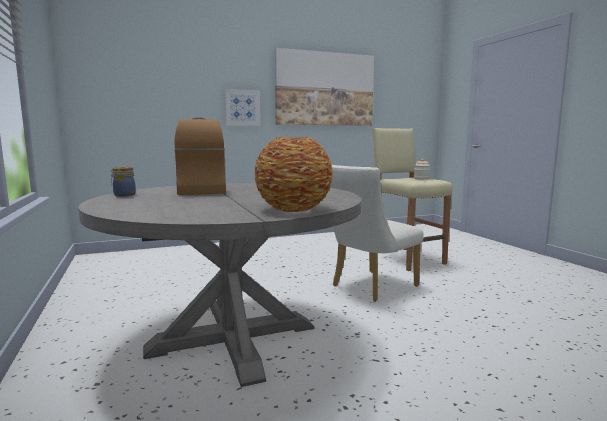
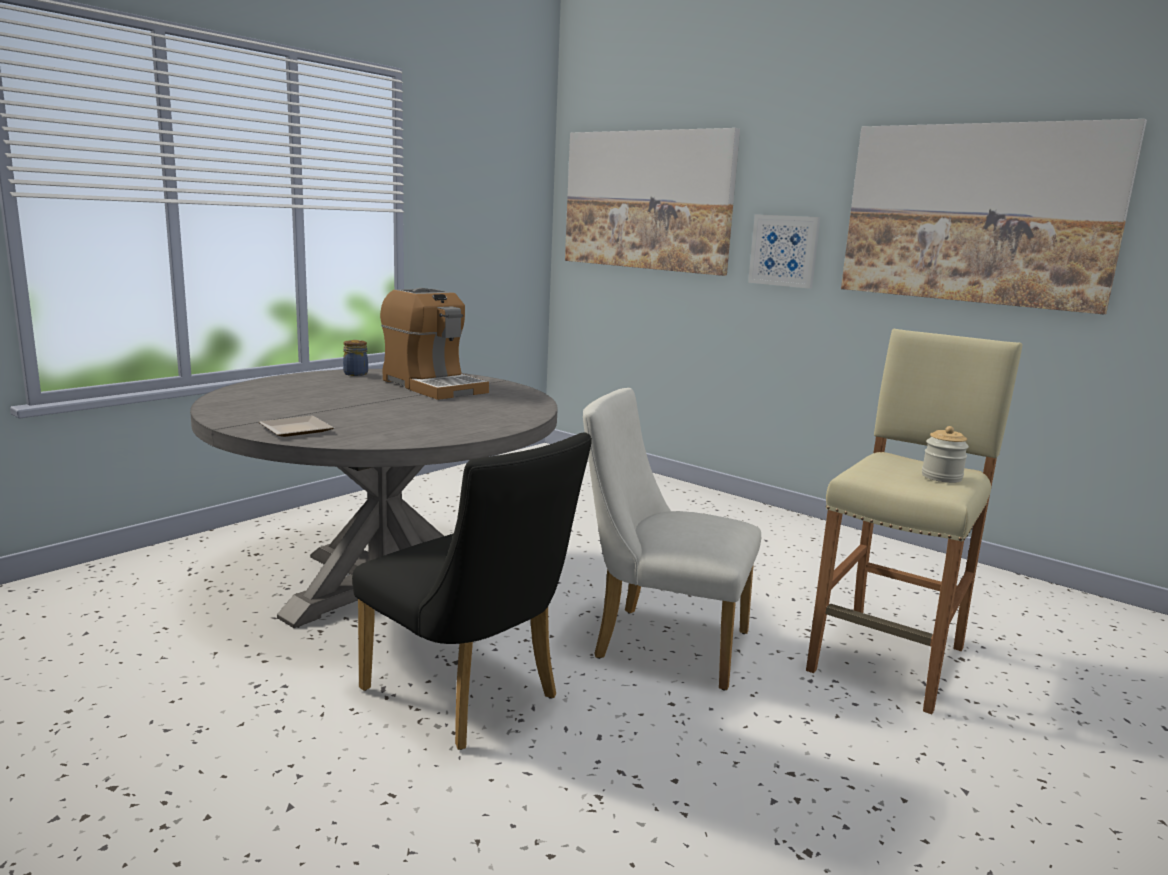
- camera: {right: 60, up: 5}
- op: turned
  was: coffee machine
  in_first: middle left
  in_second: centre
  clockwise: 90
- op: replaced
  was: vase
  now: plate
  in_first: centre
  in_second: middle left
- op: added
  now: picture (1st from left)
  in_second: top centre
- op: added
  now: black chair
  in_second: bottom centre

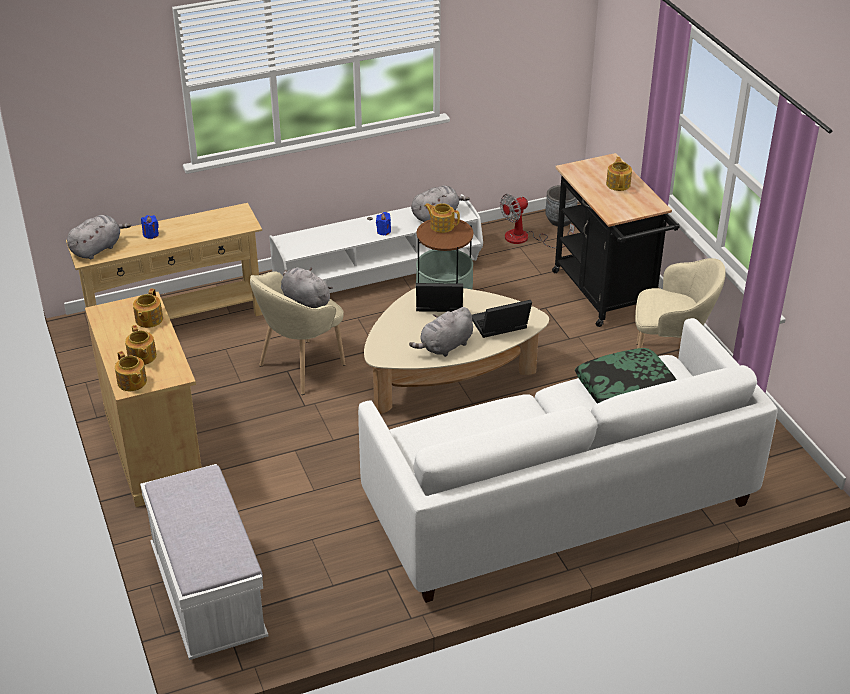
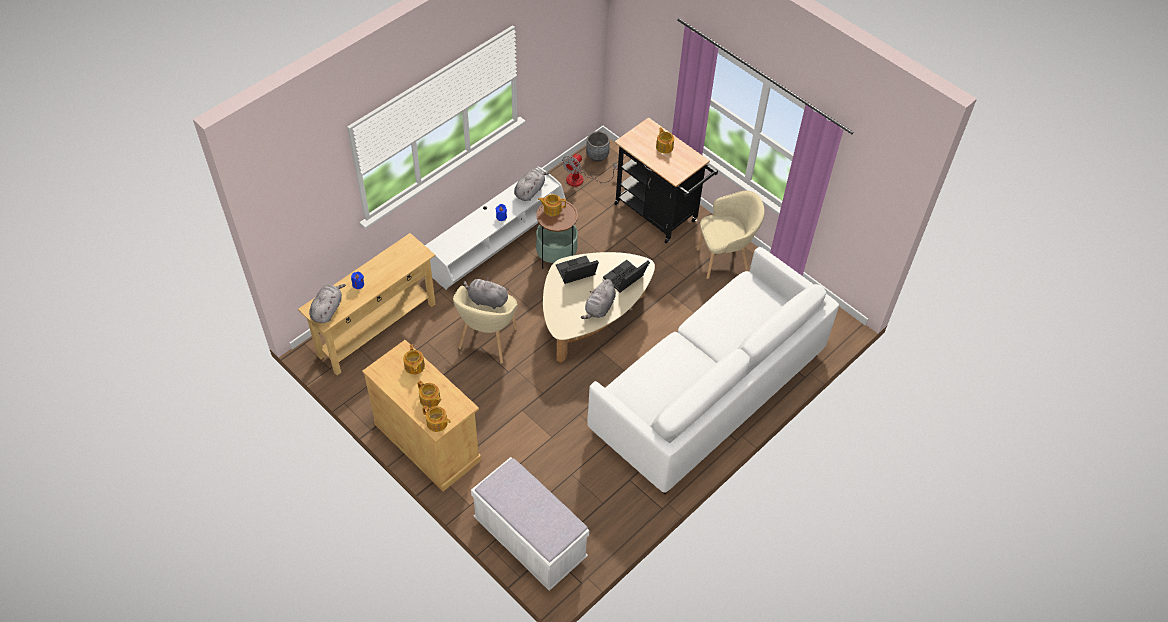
- camera: {right: -25, up: 15}
- op: removed
  was: pillow
  in_first: middle right

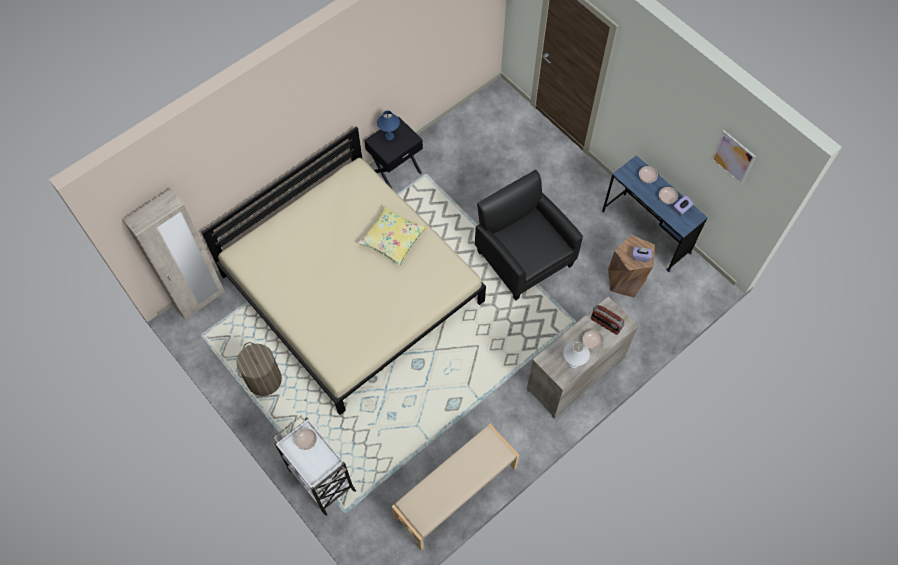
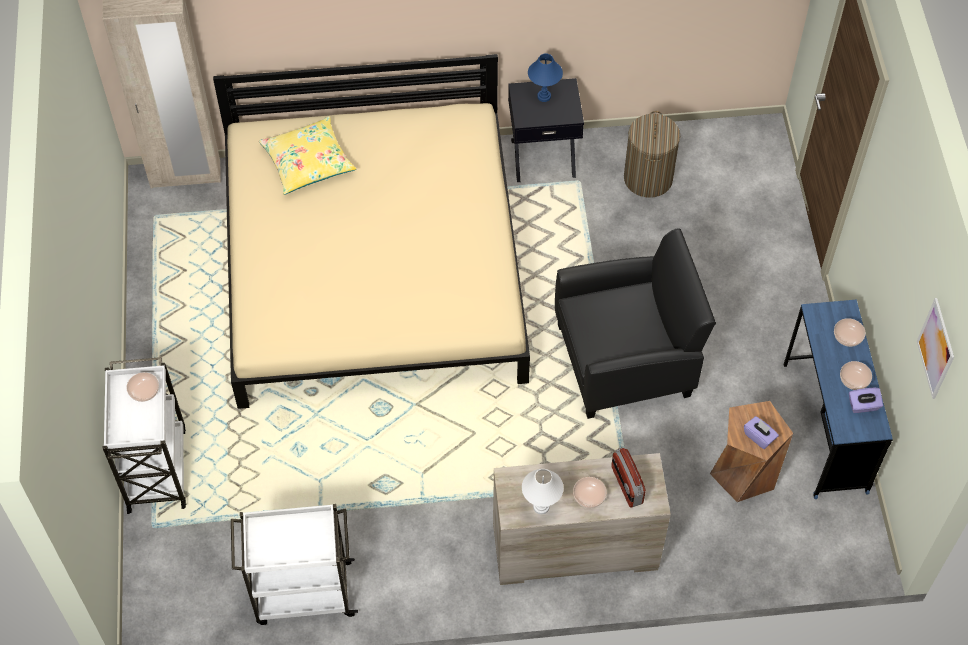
- camera: {right: 35, up: -5}
- op: turned
  was: black armchair
  in_first: centre
  in_second: centre
  clockwise: 75
- op: moved
  was: yellow pillow
  in_first: centre
  in_second: top left
- op: moved
  was: laundry basket
  in_first: middle left
  in_second: top right
- op: replaced
  was: beige bench
  now: white cart (2nd from left)
  in_first: bottom centre
  in_second: bottom left

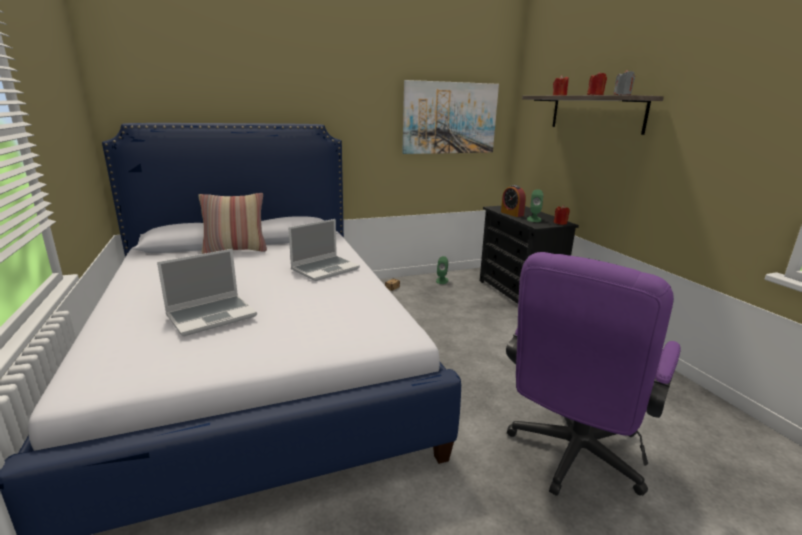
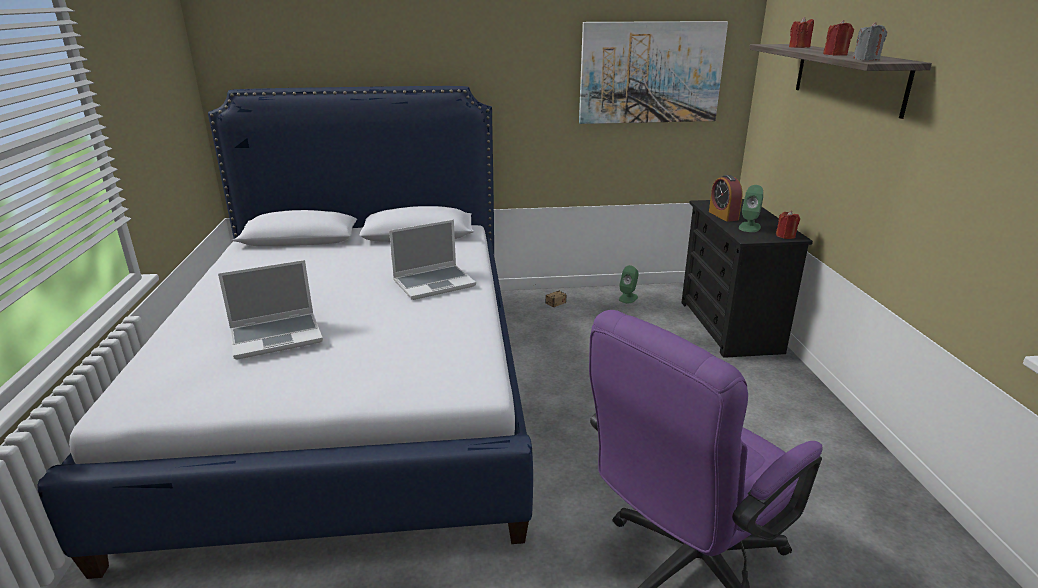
- camera: {right: 15, up: 5}
- op: removed
  was: pillow
  in_first: middle left

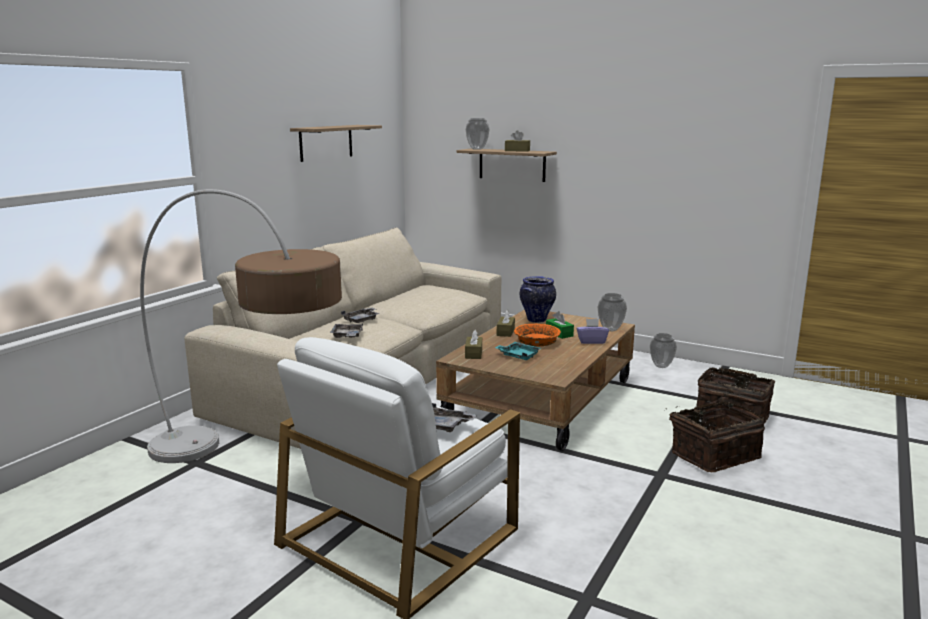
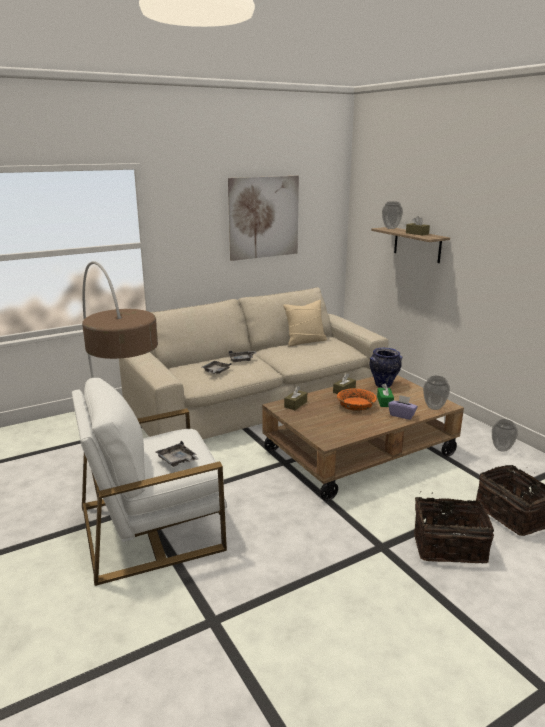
- camera: {right: 30, up: 5}
- op: replaced
  was: shelf (1st from left)
  now: picture
  in_first: top centre
  in_second: top centre
- op: removed
  was: turquoise tray
  in_first: centre
- op: added
  now: beige pillow
  in_second: centre

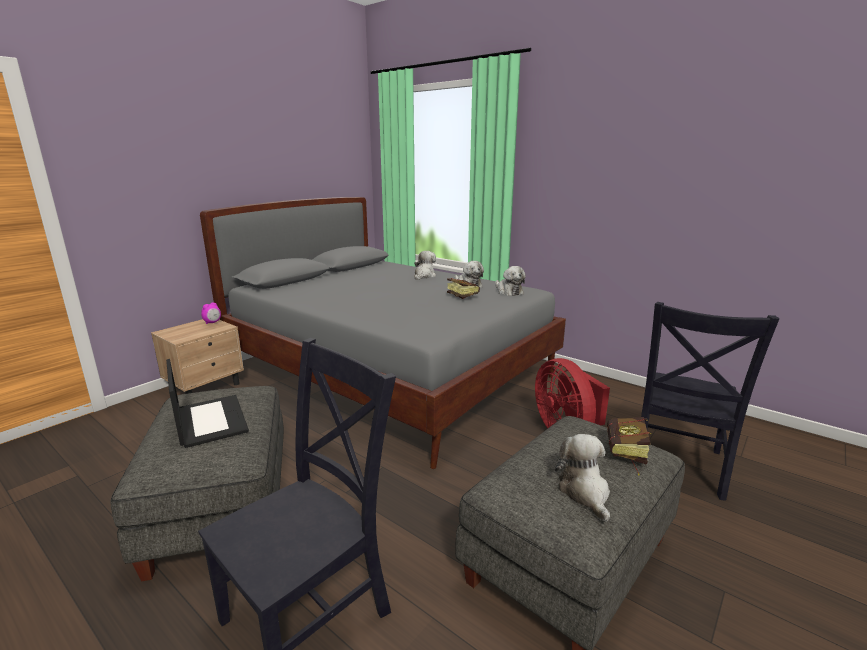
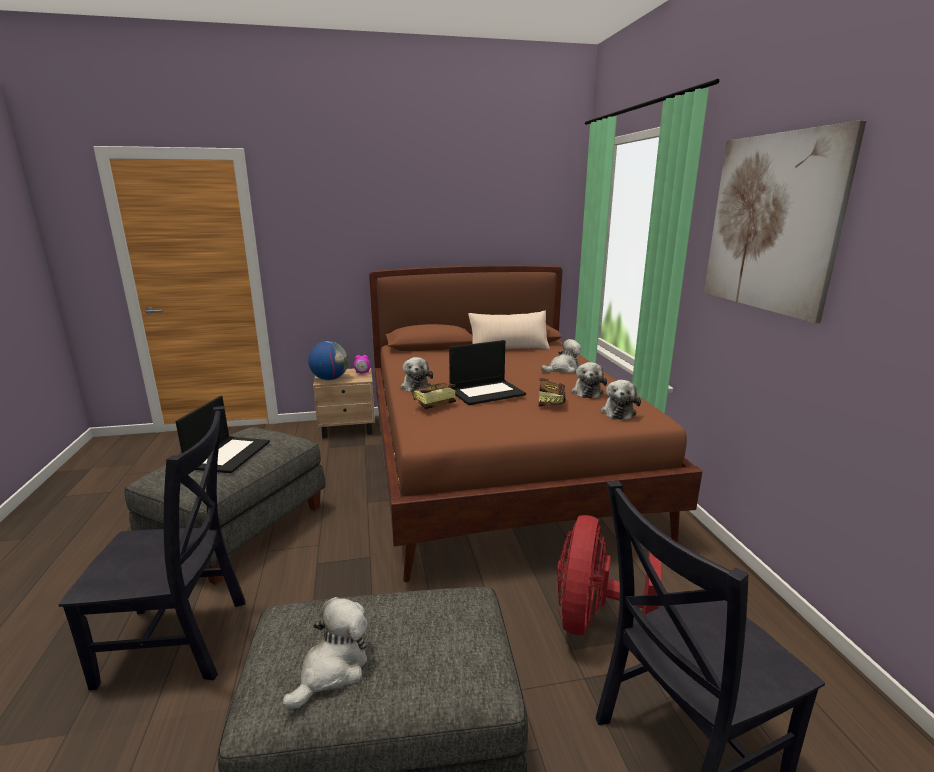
- camera: {right: 40, up: 0}
- op: recoloured
  was: grey bed
  now: brown bed
  in_first: centre
  in_second: centre
- op: moved
  was: book (2nd from left in the first image)
  now: book (1st from left)
  in_first: bottom right
  in_second: centre
- op: added
  now: picture
  in_second: top right
- op: added
  now: beige pillow
  in_second: centre
- op: added
  now: laptop (2nd from left)
  in_second: centre
- op: added
  now: globe
  in_second: centre
- op: added
  now: plush toy (2nd from left)
  in_second: centre

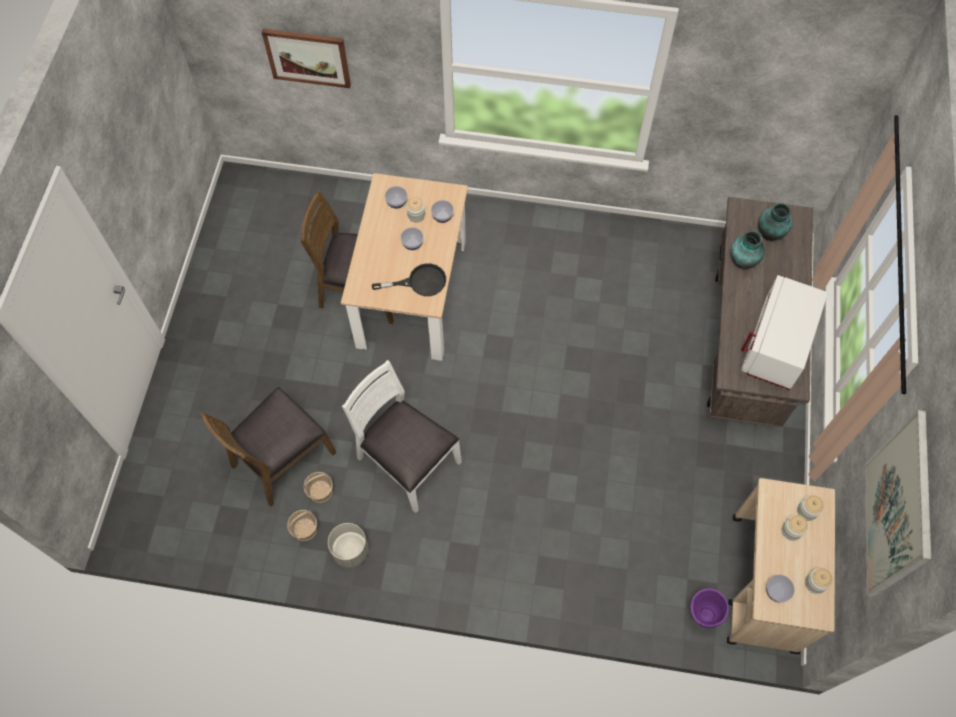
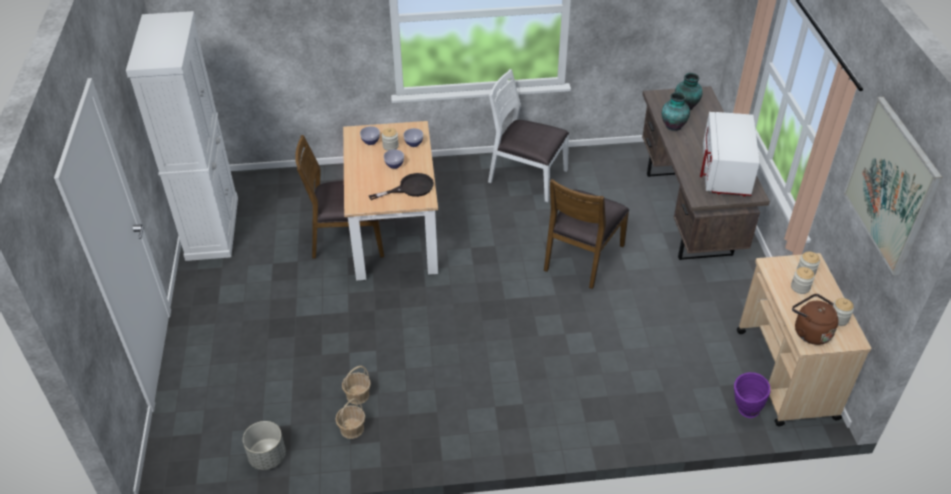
- camera: {right: -15, up: -20}
- op: removed
  was: picture (1st from left)
  in_first: top left
- op: moved
  was: white chair
  in_first: centre
  in_second: top centre
- op: moved
  was: brown chair (1st from left in the first image)
  now: brown chair (2nd from left)
  in_first: middle left
  in_second: centre
- op: moved
  was: grey planter
  in_first: bottom centre
  in_second: bottom left
- op: replaced
  was: bowl (4th from left)
  now: brown kettle
  in_first: bottom right
  in_second: middle right
- op: added
  now: white cabinet
  in_second: top left

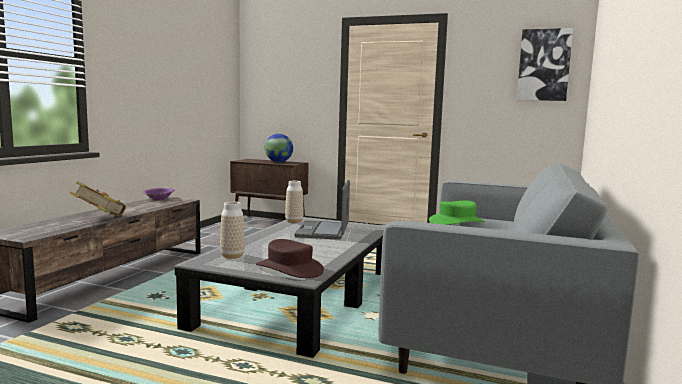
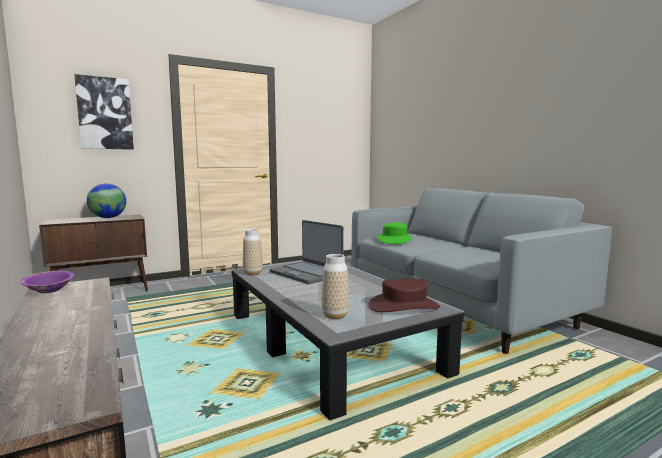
- camera: {right: -50, up: 0}
- op: moved
  was: picture
  in_first: top right
  in_second: top left
- op: removed
  was: book
  in_first: middle left

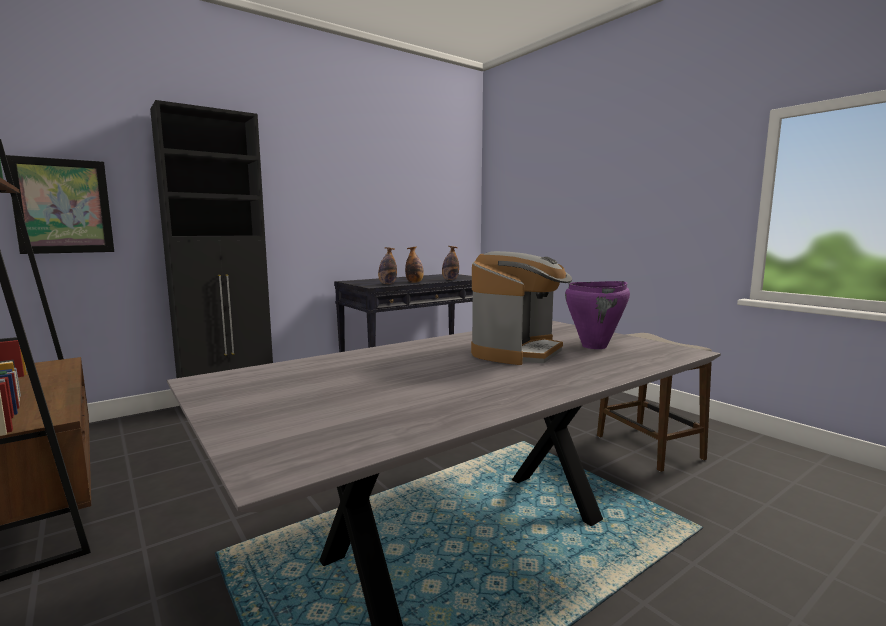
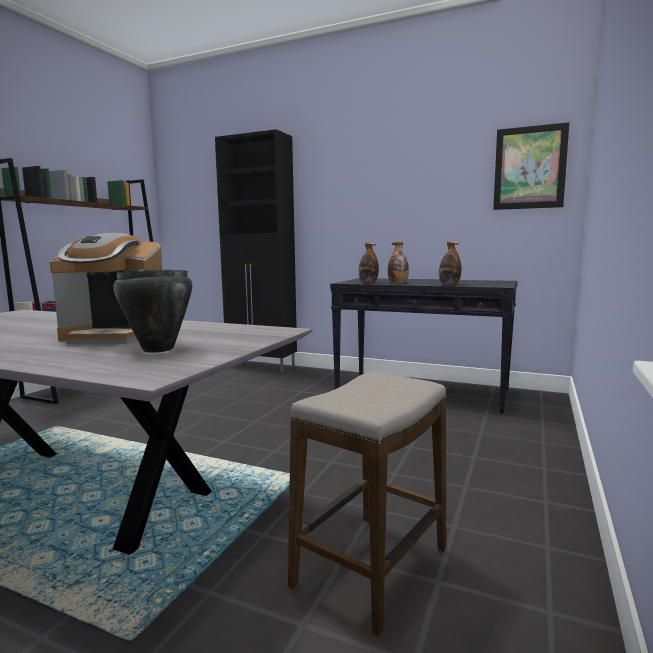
- camera: {right: 60, up: 0}
- op: moved
  was: picture
  in_first: top left
  in_second: top right
- op: recoloured
  was: purple cooking pot
  now: black cooking pot
  in_first: middle right
  in_second: middle left

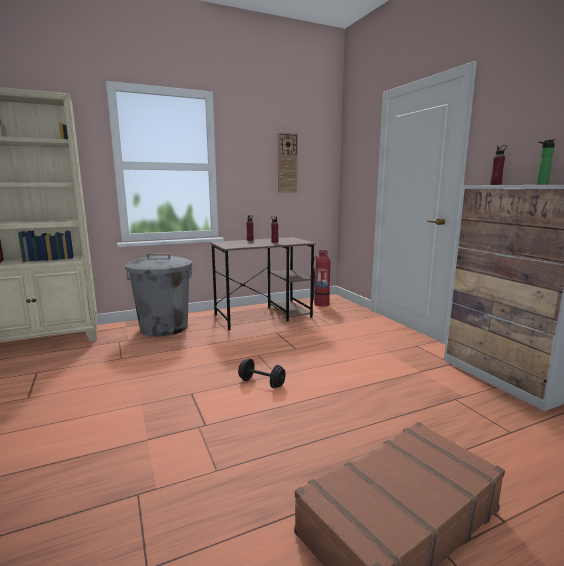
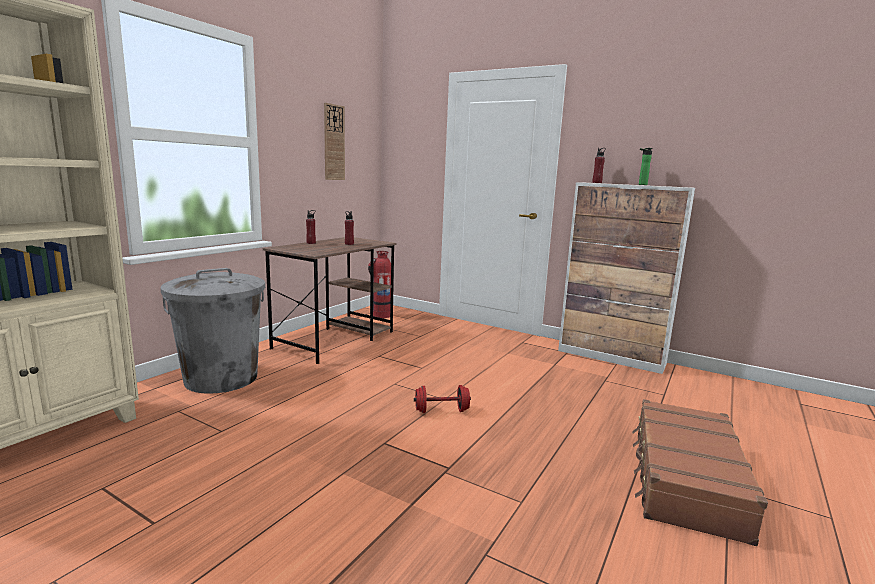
- camera: {right: -35, up: 0}
- op: recoloured
  was: black dumbbell
  now: red dumbbell
  in_first: centre
  in_second: bottom centre

